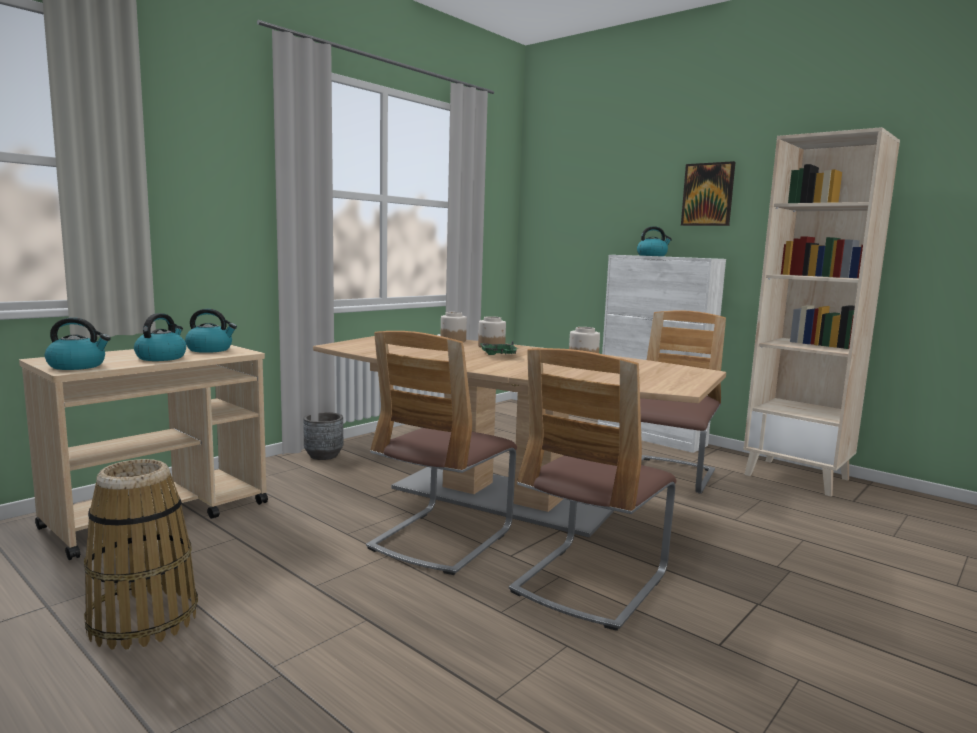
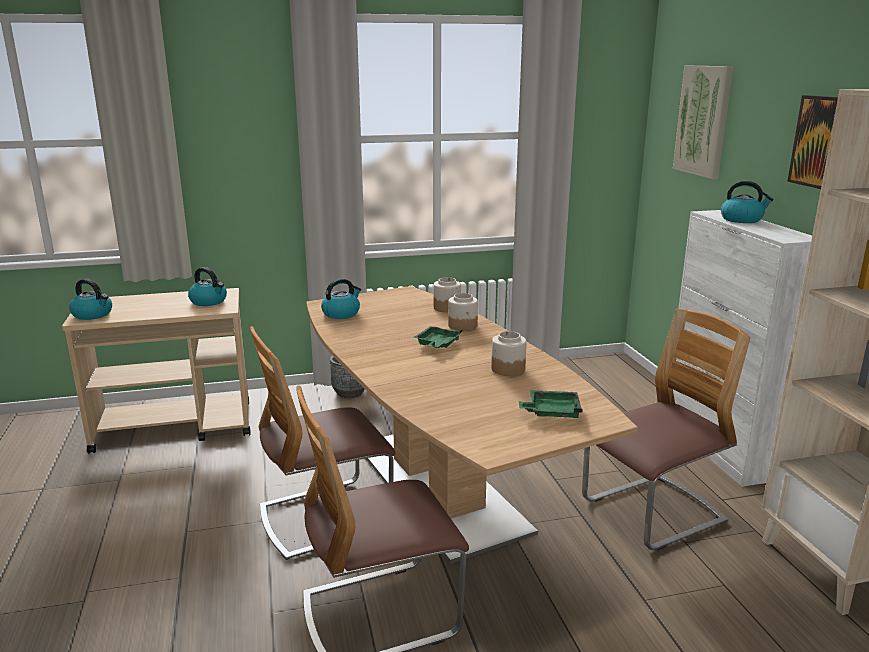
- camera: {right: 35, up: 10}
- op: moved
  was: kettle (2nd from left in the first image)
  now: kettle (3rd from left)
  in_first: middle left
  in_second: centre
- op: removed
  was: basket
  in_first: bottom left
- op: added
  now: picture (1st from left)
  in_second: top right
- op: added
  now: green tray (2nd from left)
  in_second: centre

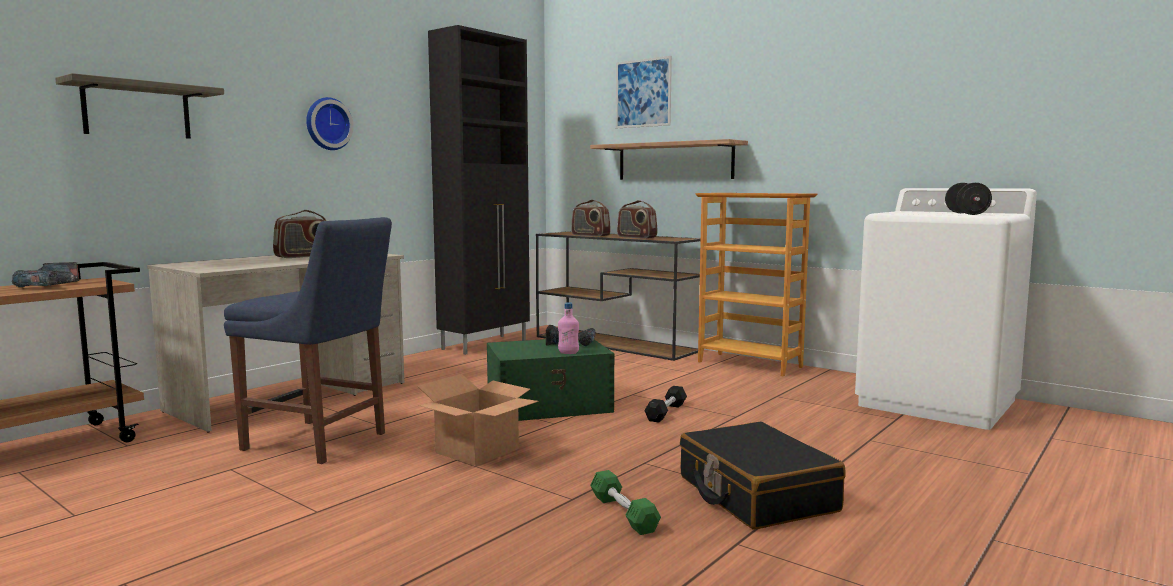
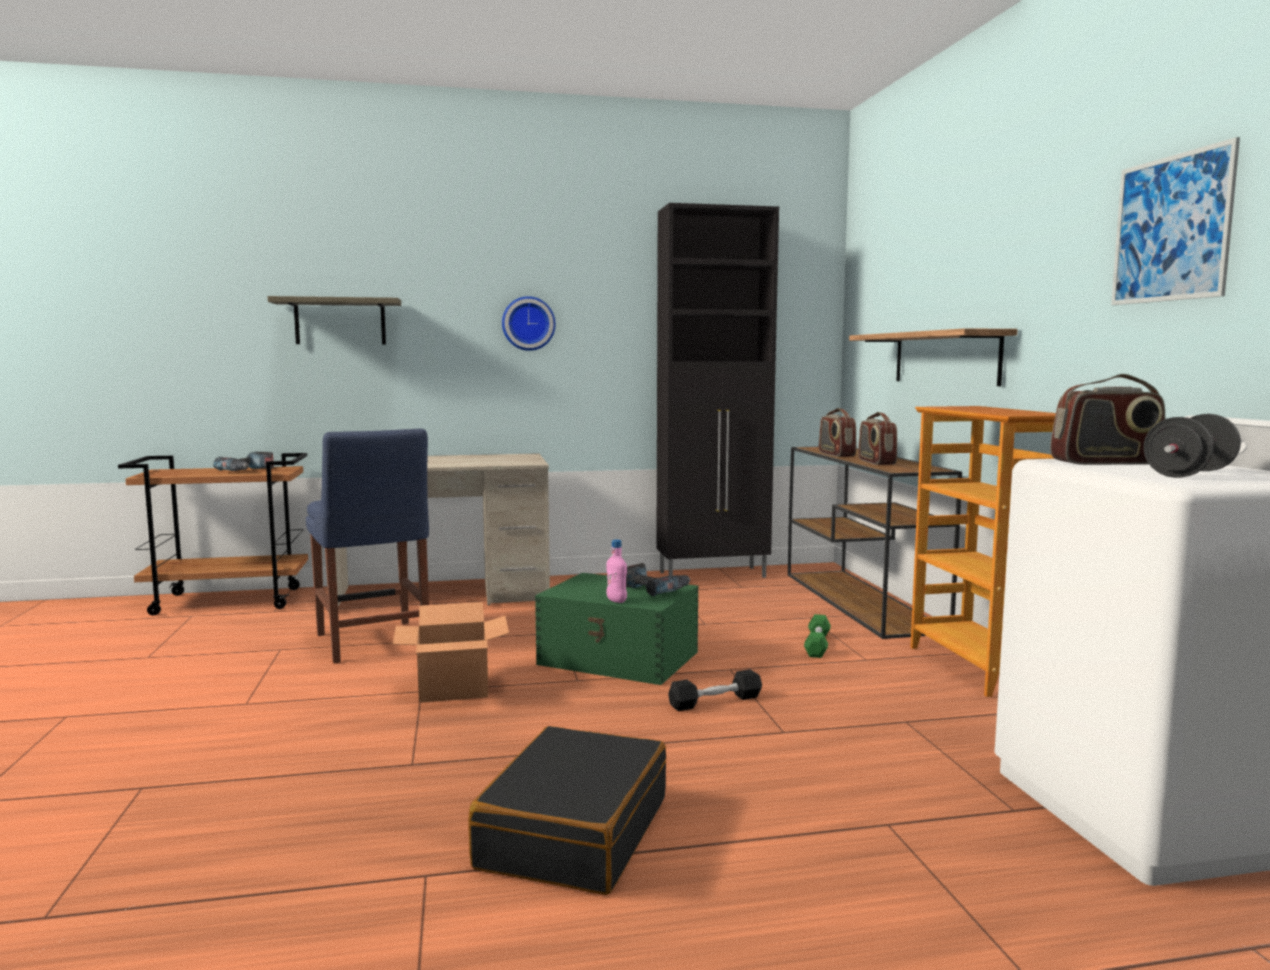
- camera: {right: 40, up: 0}
- op: moved
  was: picture
  in_first: top centre
  in_second: top right
- op: moved
  was: radio (1st from left in the first image)
  now: radio (3rd from left)
  in_first: middle left
  in_second: middle right
- op: moved
  was: green dumbbell
  in_first: bottom centre
  in_second: centre

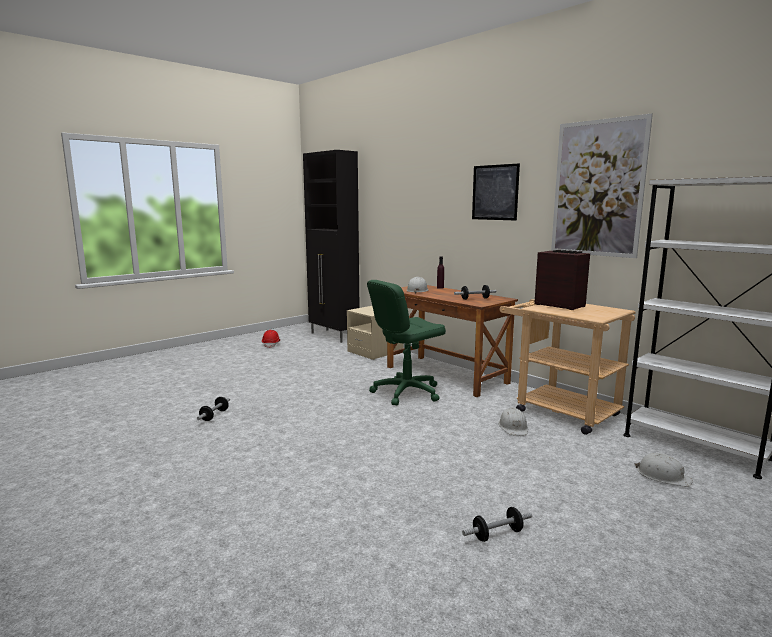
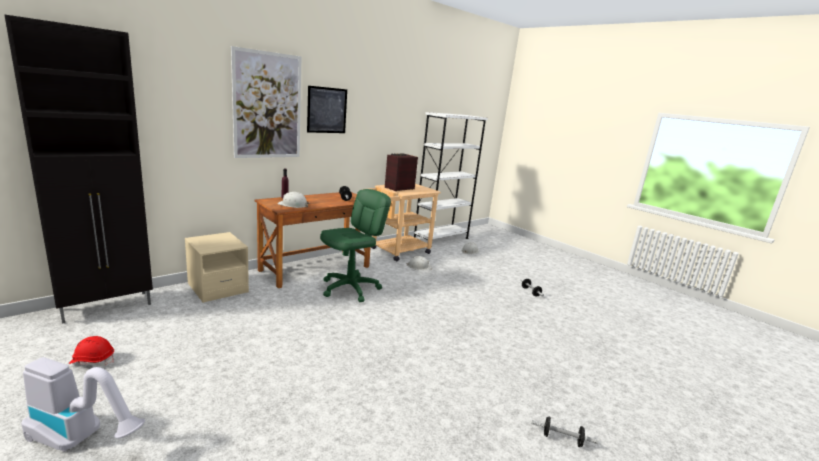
- camera: {right: -90, up: 5}
- op: moved
  was: picture (2nd from left in the first image)
  now: picture (1st from left)
  in_first: top right
  in_second: top left
- op: turned
  was: green office chair
  in_first: centre
  in_second: centre
  clockwise: -105
- op: moved
  was: dumbbell (1st from left in the first image)
  now: dumbbell (3rd from left)
  in_first: middle left
  in_second: bottom right
- op: added
  now: vacuum cleaner
  in_second: bottom left

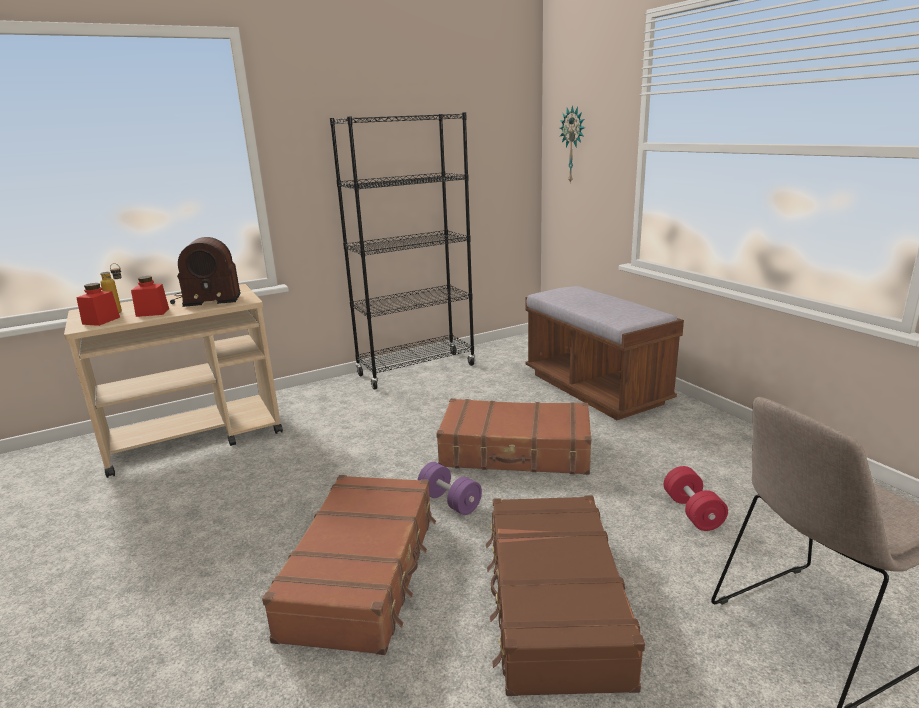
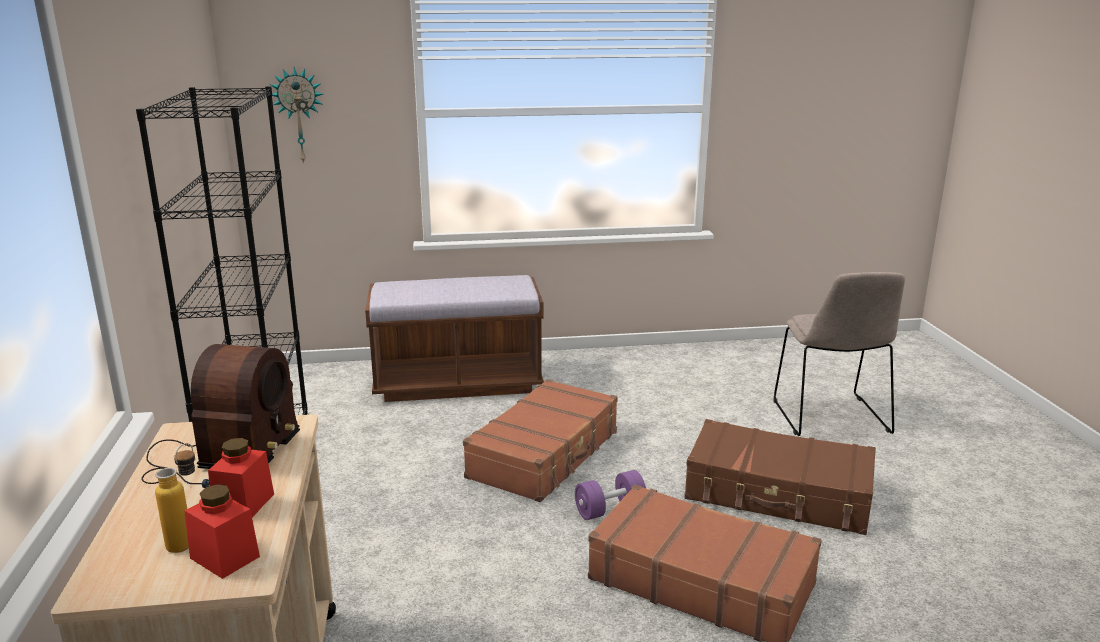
- camera: {right: -70, up: 0}
- op: removed
  was: red dumbbell
  in_first: bottom right

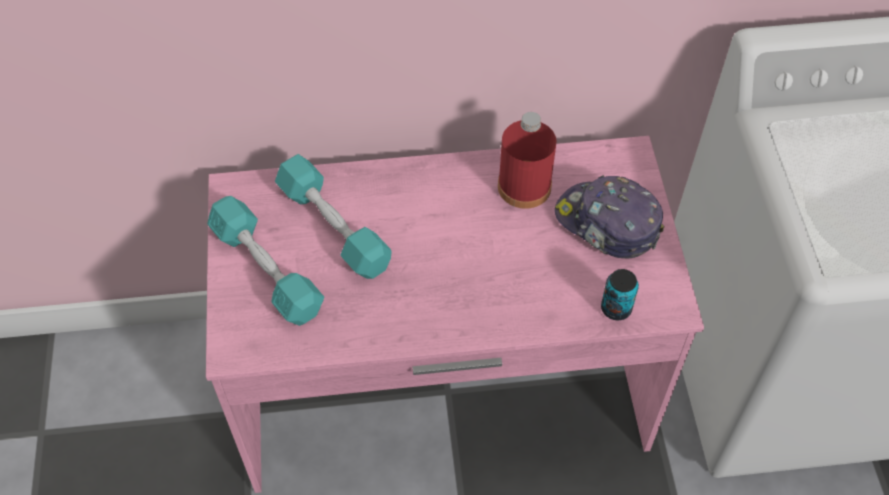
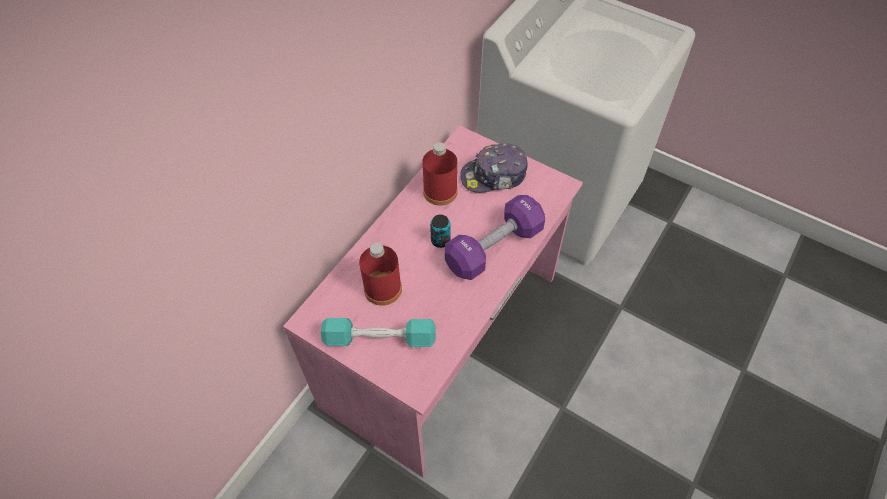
- camera: {right: -50, up: 0}
- op: replaced
  was: turquoise dumbbell (2nd from left)
  now: red bottle (1st from left)
  in_first: centre
  in_second: centre
- op: moved
  was: can
  in_first: middle right
  in_second: centre
- op: added
  now: purple dumbbell
  in_second: centre

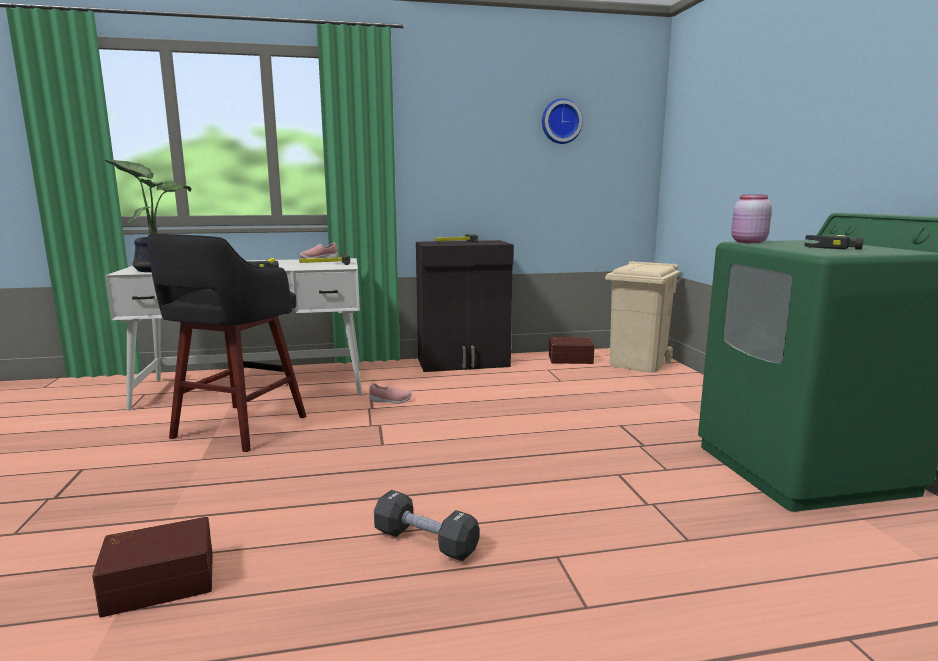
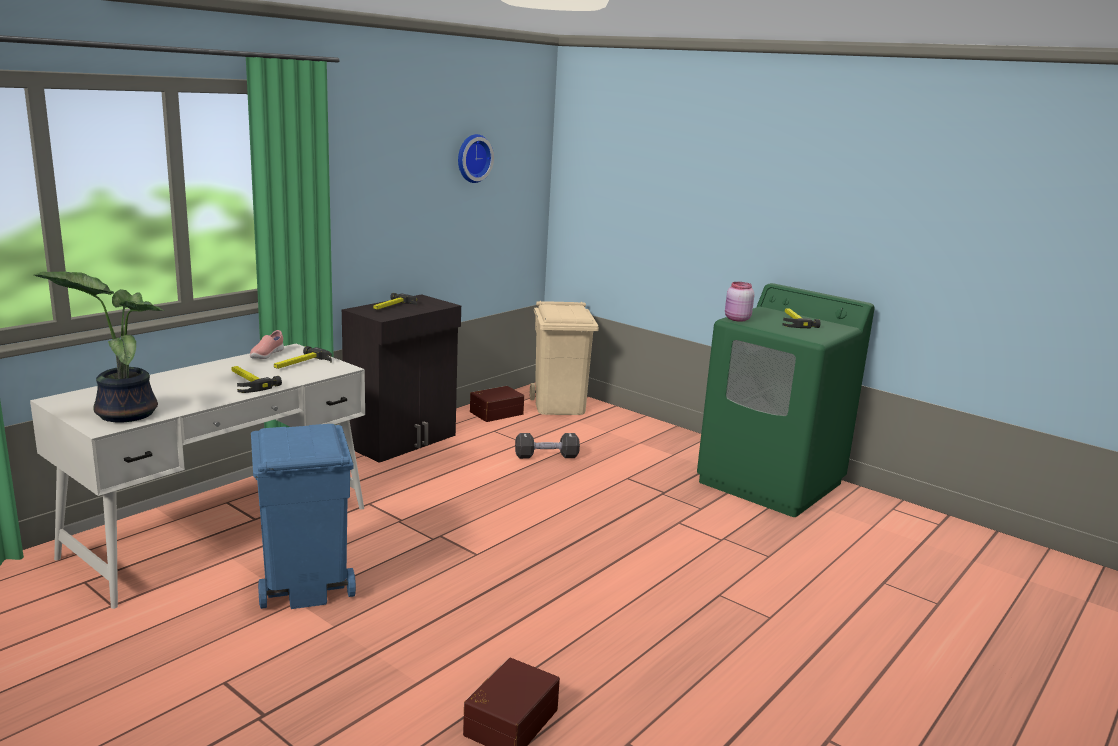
- camera: {right: -40, up: 5}
- op: replaced
  was: black stool
  now: blue trash can
  in_first: middle left
  in_second: bottom left
- op: removed
  was: pink shoe (2nd from left)
  in_first: centre
- op: moved
  was: black dumbbell
  in_first: bottom centre
  in_second: centre

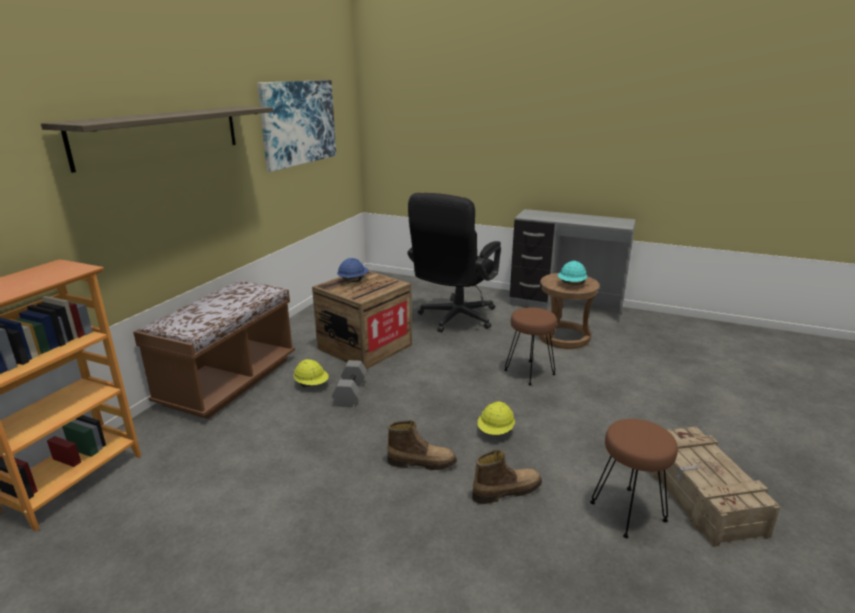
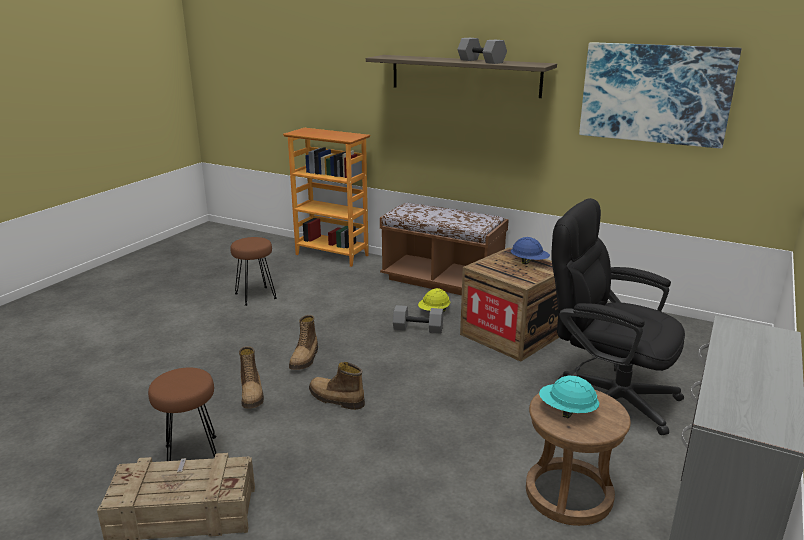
- camera: {right: 95, up: 0}
- op: moved
  was: brown stool (1st from left in the first image)
  now: brown stool (2nd from left)
  in_first: centre
  in_second: middle left
- op: replaced
  was: yellow hard hat (2nd from left)
  now: boot (3rd from left)
  in_first: bottom centre
  in_second: bottom centre
- op: added
  now: grey dumbbell (2nd from left)
  in_second: top centre

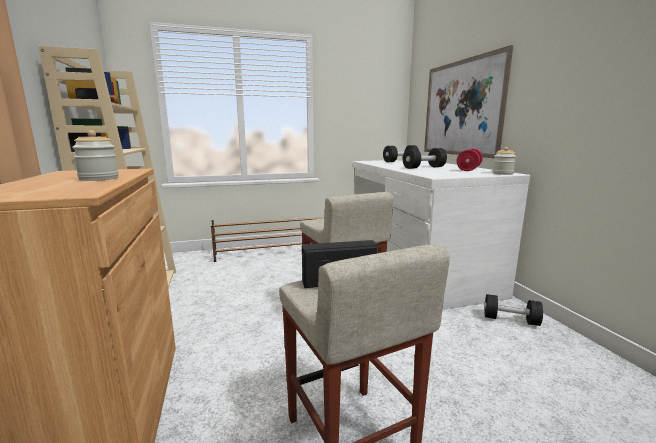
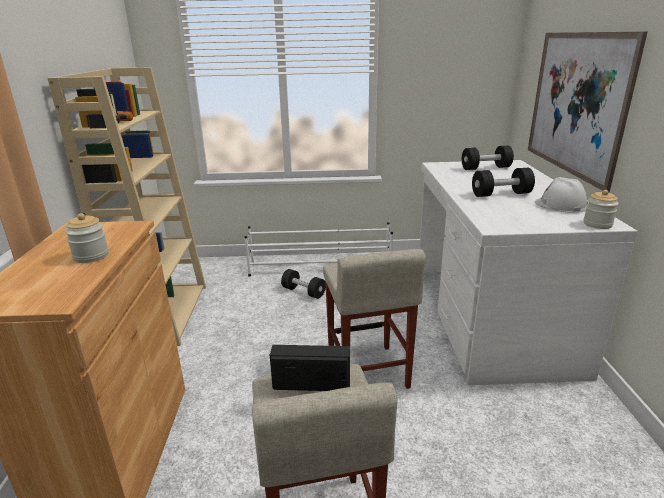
- camera: {right: 15, up: 10}
- op: replaced
  was: red dumbbell
  now: white hard hat
  in_first: middle right
  in_second: middle right
- op: recoloured
  was: brown shoe rack
  now: white shoe rack
  in_first: centre
  in_second: centre
- op: moved
  was: black dumbbell (3rd from left in the first image)
  now: black dumbbell (1st from left)
  in_first: bottom right
  in_second: centre

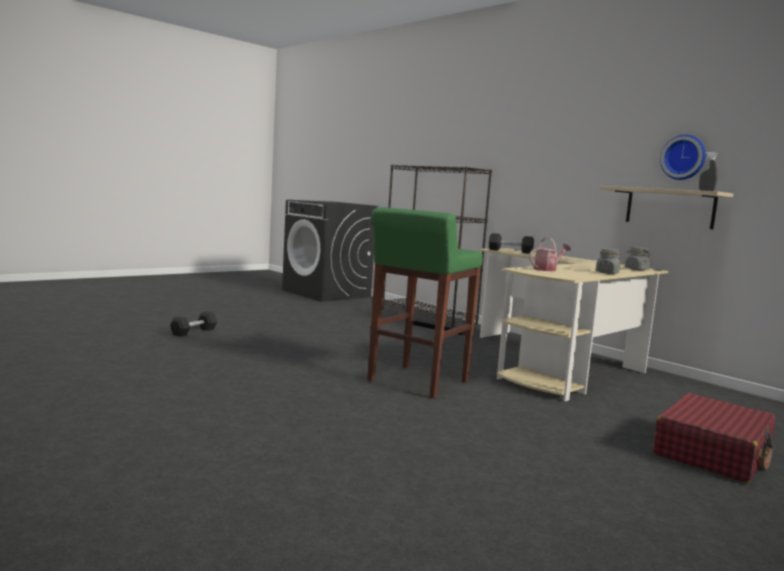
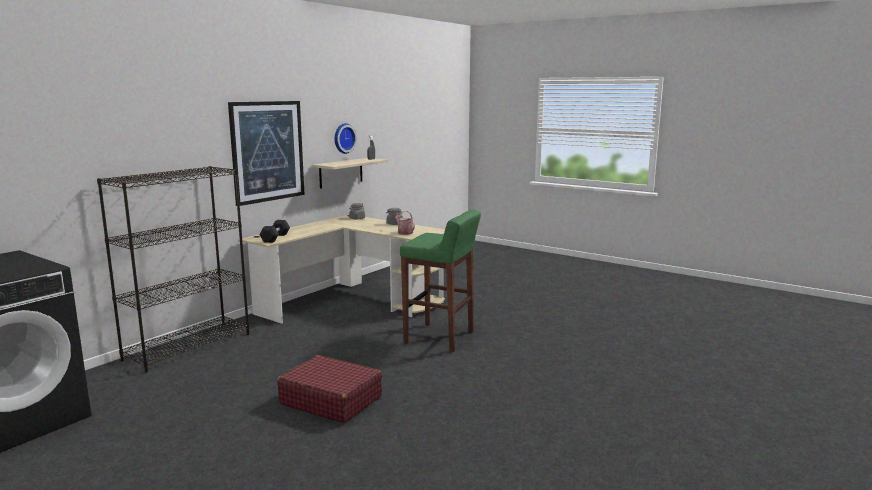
- camera: {right: -100, up: 5}
- op: removed
  was: black dumbbell (1st from left)
  in_first: middle left
- op: moved
  was: red suitcase
  in_first: bottom right
  in_second: bottom centre
- op: added
  now: picture
  in_second: top left

